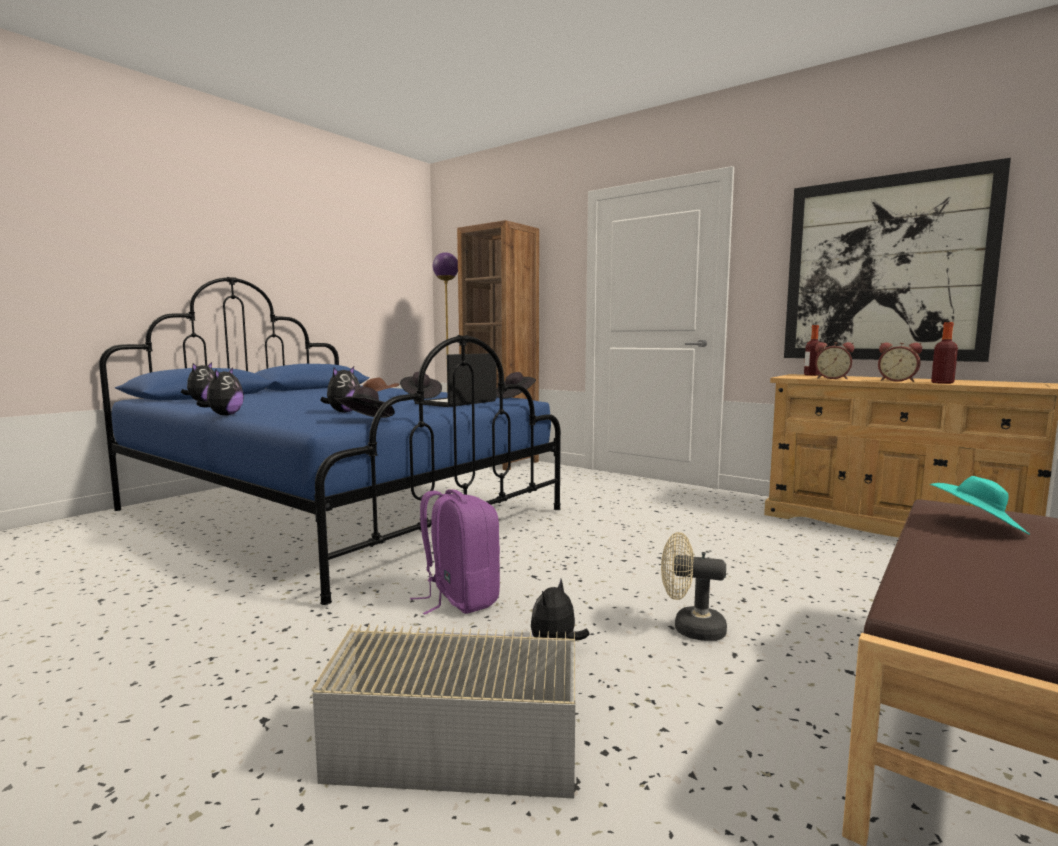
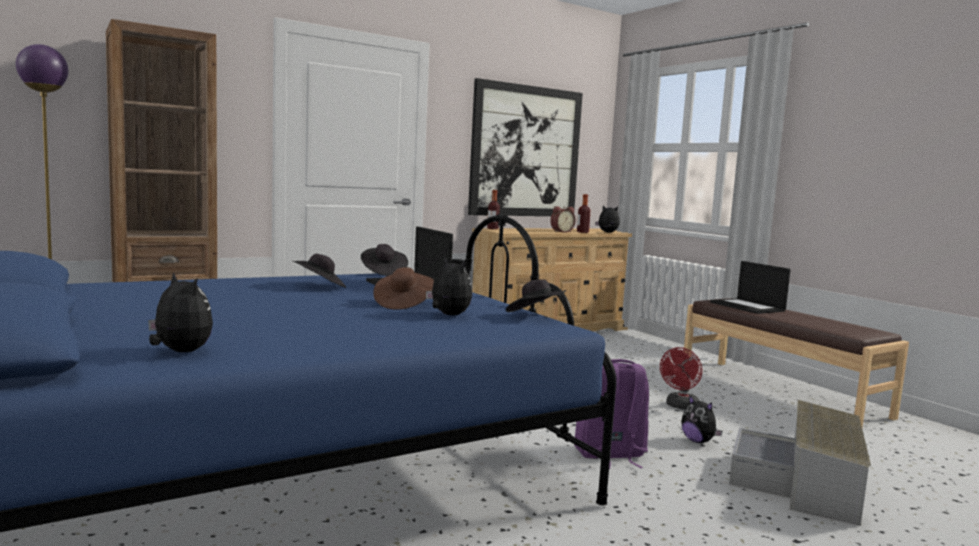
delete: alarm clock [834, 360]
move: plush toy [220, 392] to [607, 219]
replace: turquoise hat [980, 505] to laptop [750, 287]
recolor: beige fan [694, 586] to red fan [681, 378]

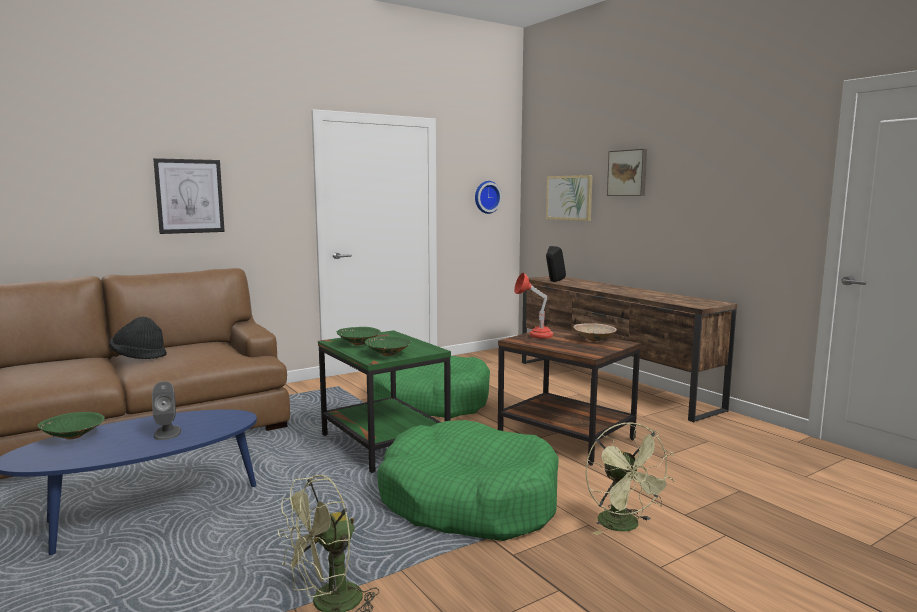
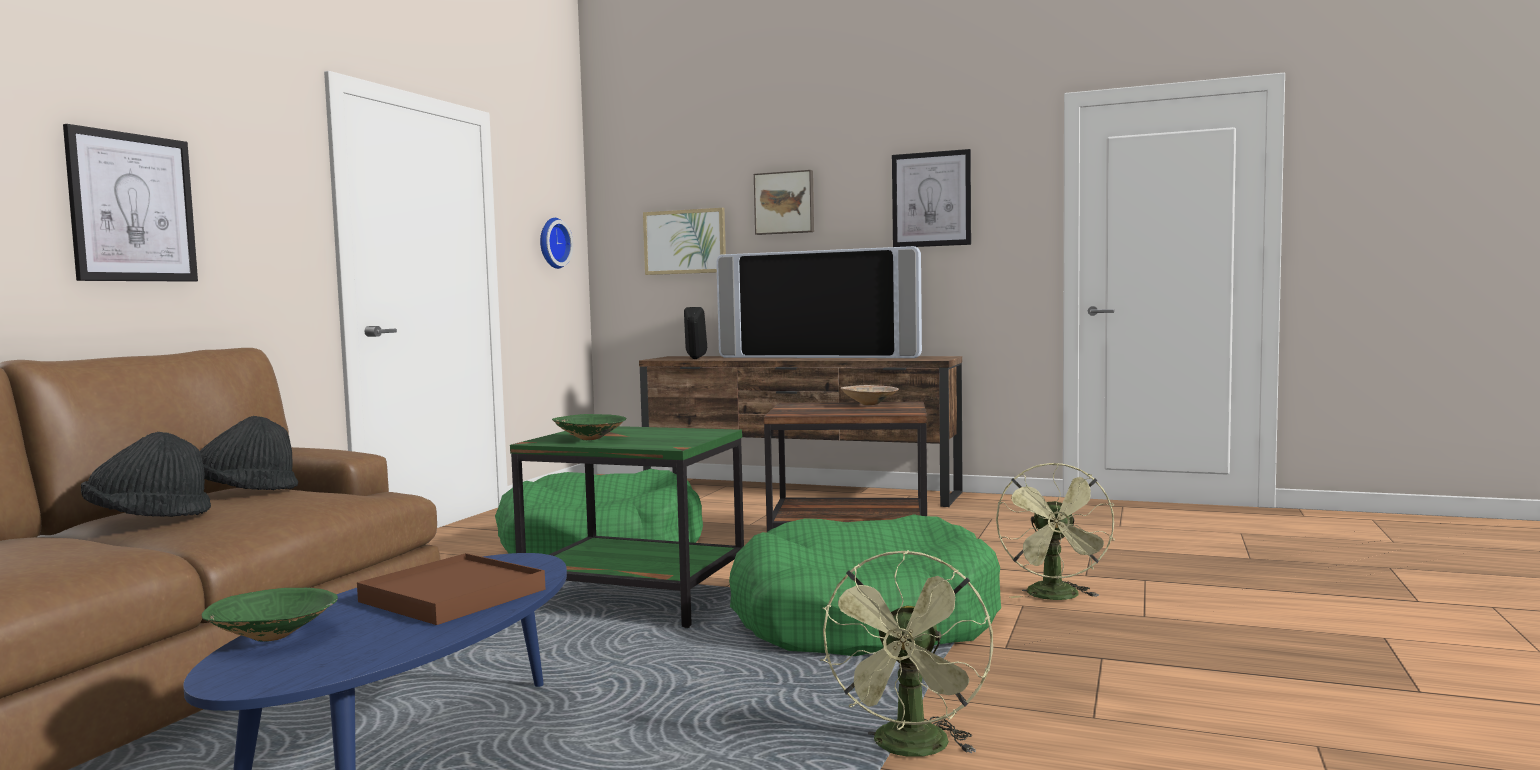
delete: green bowl [388, 346]; red table lamp [533, 306]
insert: black hat [249, 453]; television [819, 302]; picture [931, 198]
replace: grey speaker [166, 410] to brown tray [451, 589]
rotate: green fan [630, 478] = [1055, 531] 60 degrees clockwise

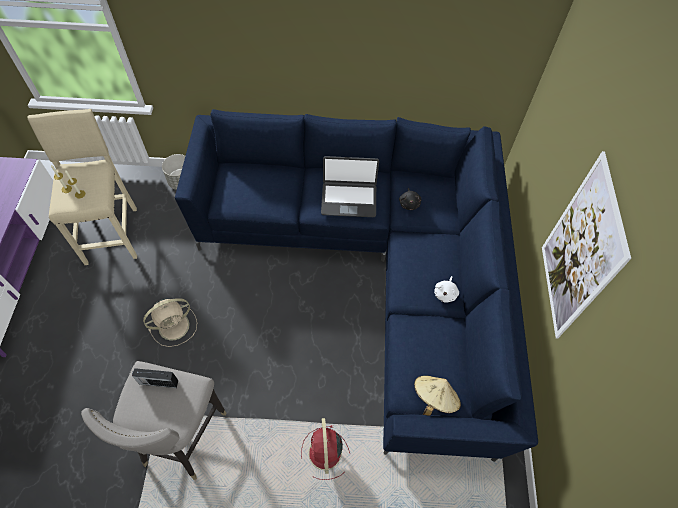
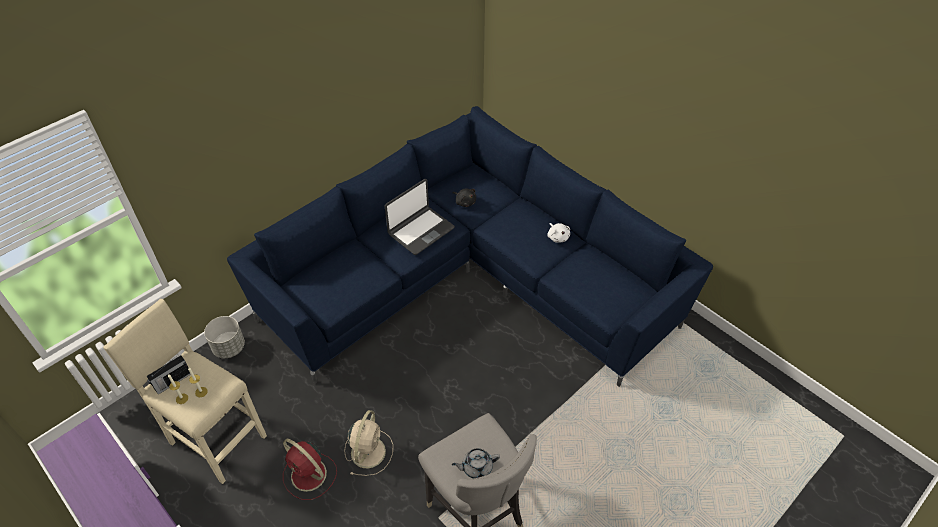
delete: beige hat [437, 395]; picture [586, 245]
insert: grey teapot [476, 463]
move: radio [155, 378] to [169, 375]; red fan [325, 449] to [310, 469]

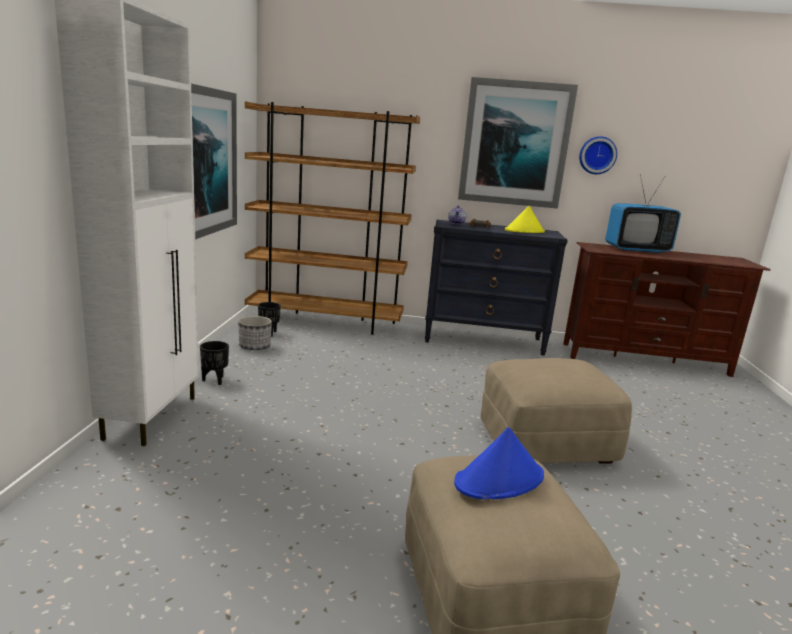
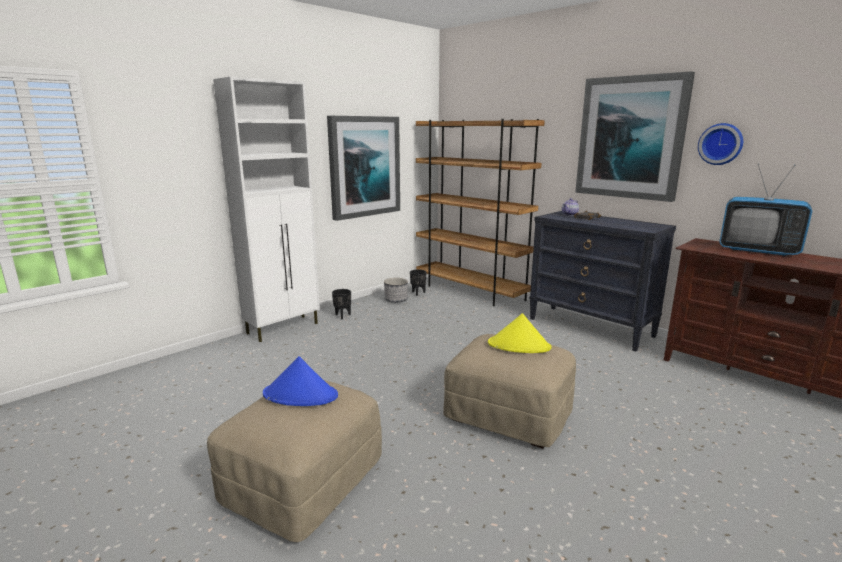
move: yellow hat [525, 219] to [519, 333]

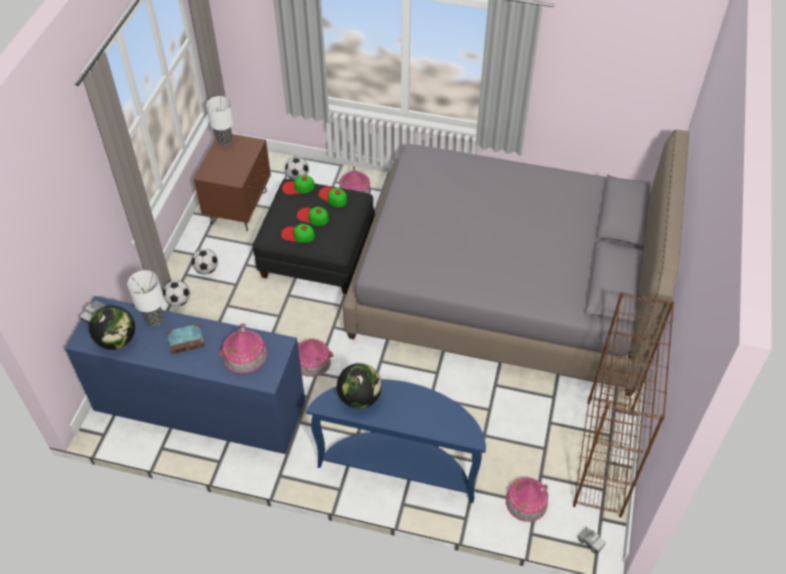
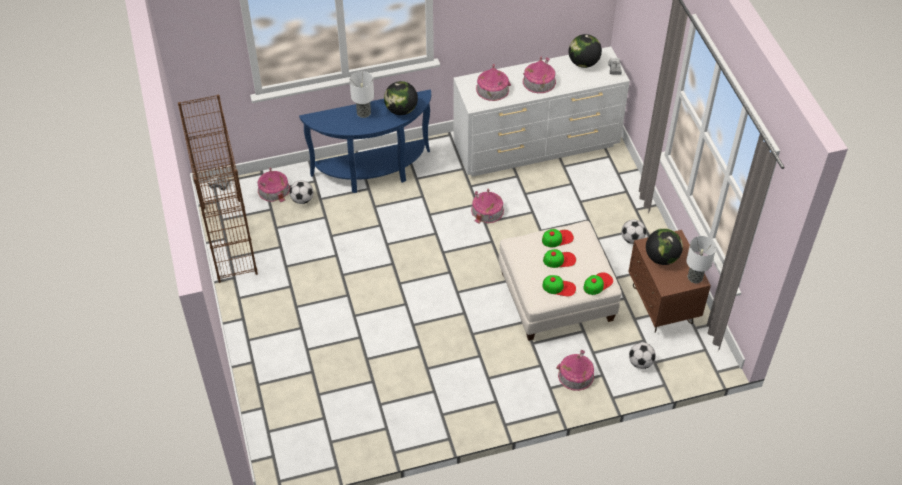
delete: grey bed [516, 263]
insert: globe [664, 247]
move: football [176, 293] to [301, 192]; table lamp [145, 298] to [361, 94]
replace: book [186, 338] to toy house [539, 75]
recolor: blue dresser [185, 375] to white dresser [541, 112]; black ottoman [314, 236] to white ottoman [560, 281]

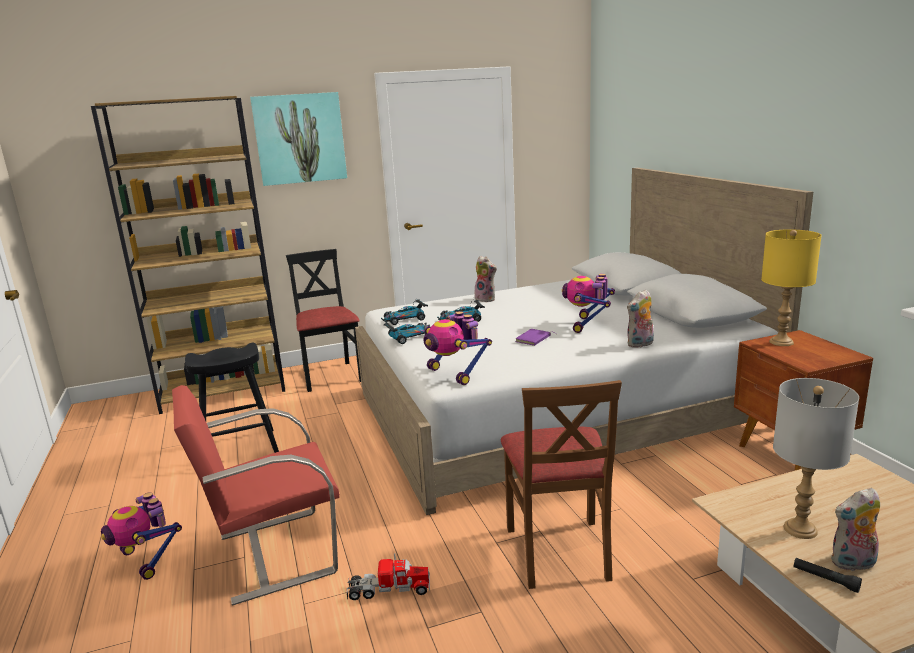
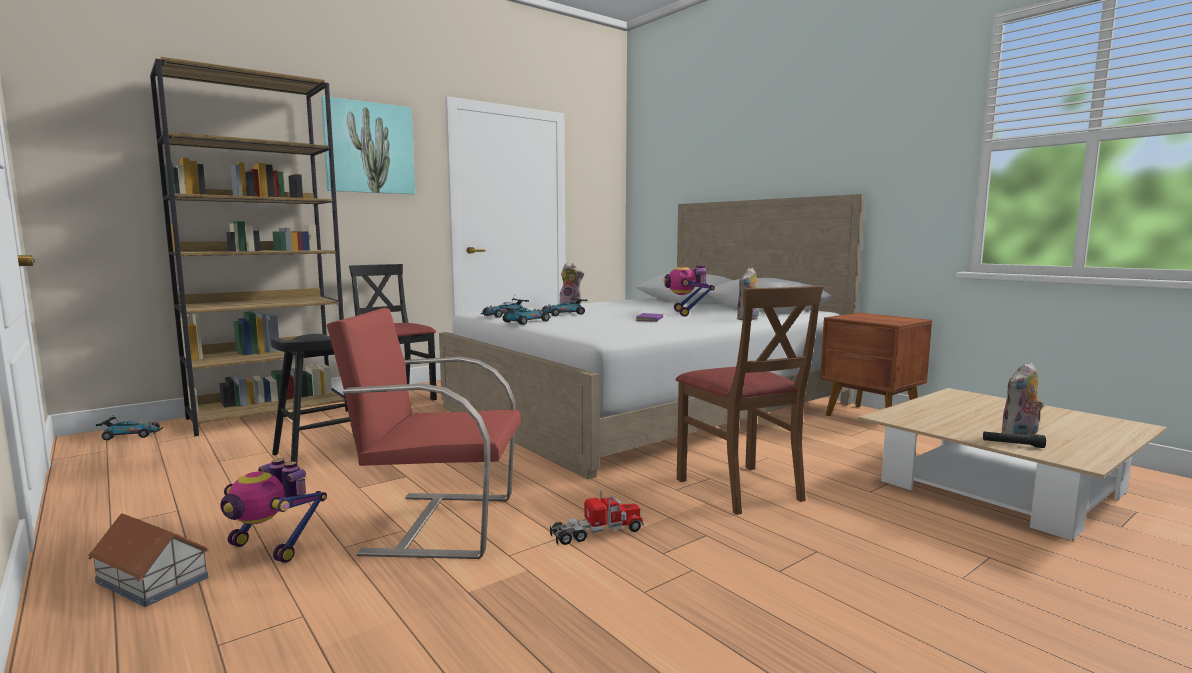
delete: toy robot [457, 348]; yellow table lamp [791, 287]; grey table lamp [816, 458]
insert: toy house [148, 560]; toy car [129, 428]
rotate: red chair [256, 495] = [424, 433] 45 degrees clockwise

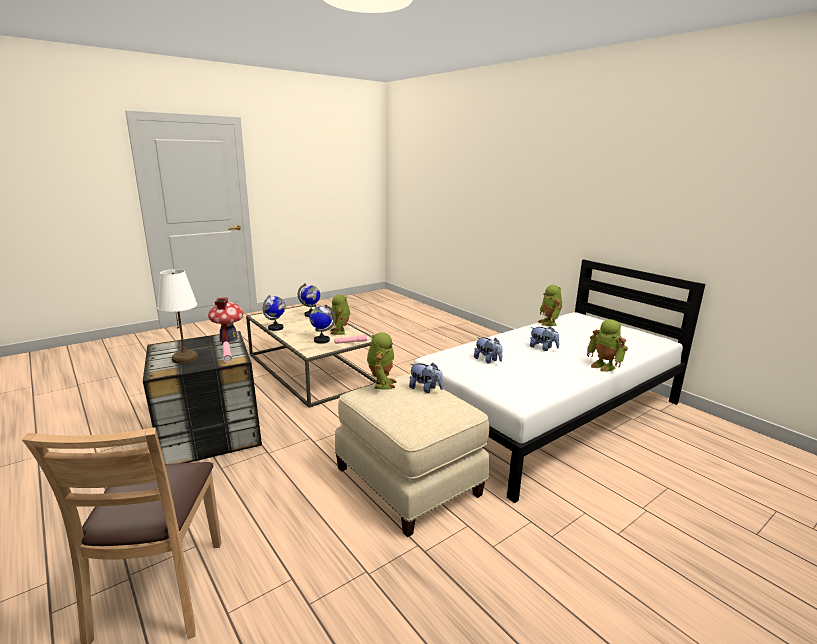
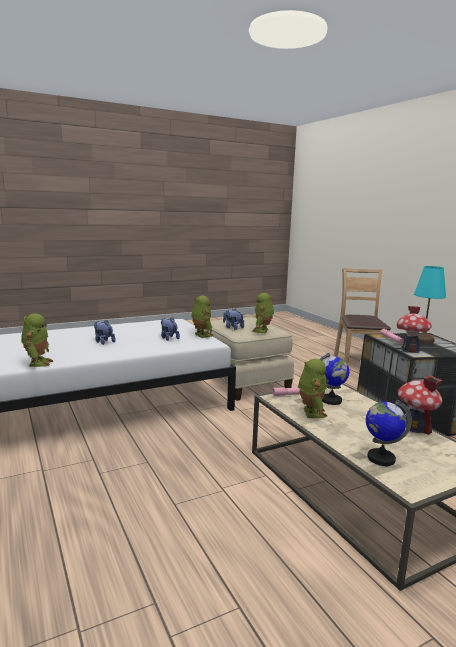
move: toy robot [607, 345] to [202, 317]
replace: globe [274, 313] to toy house [420, 405]
recolor: white table lamp [177, 316] to turquoise table lamp [430, 304]

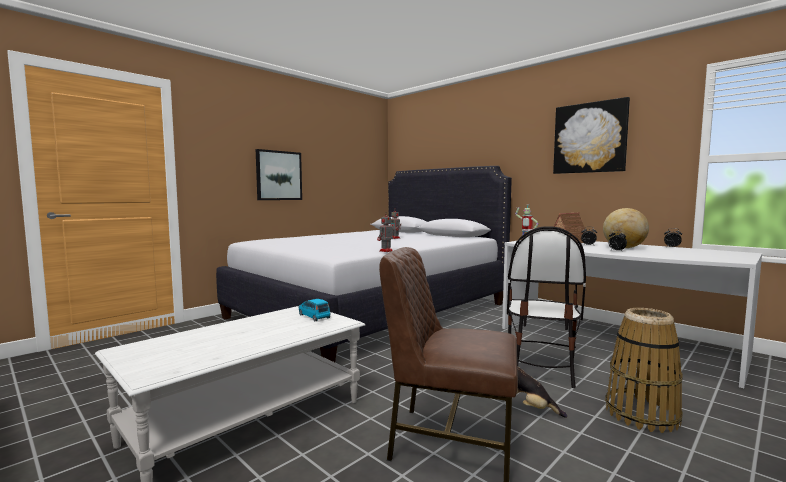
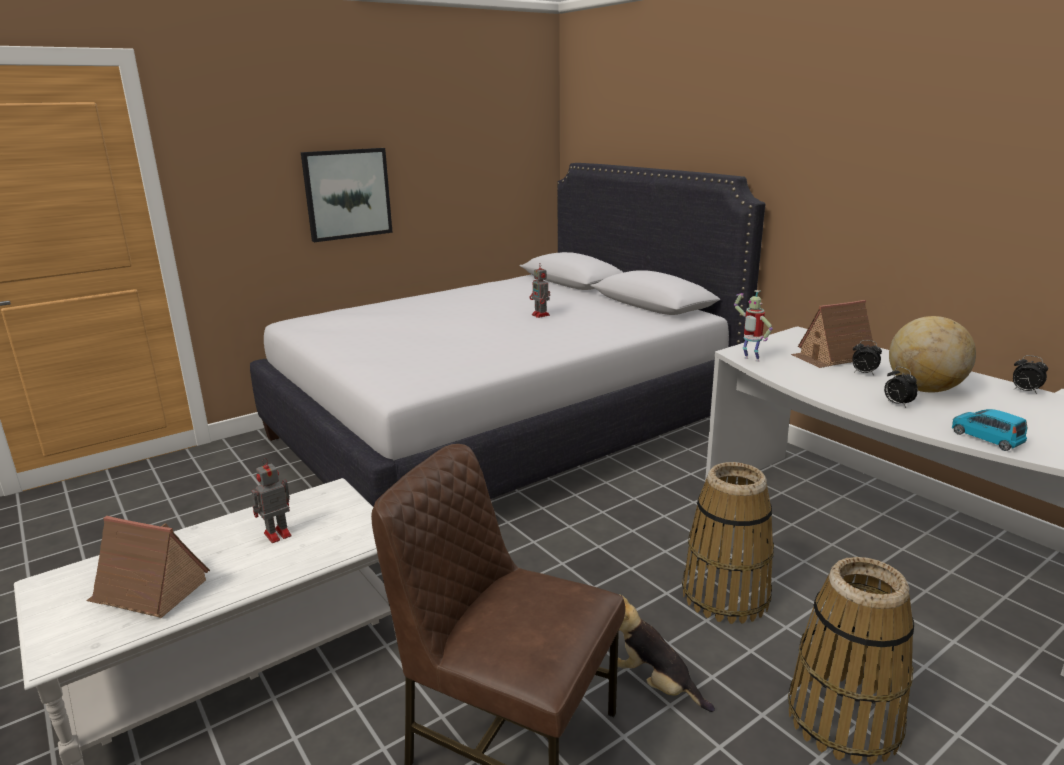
delete: picture [591, 135]
insert: toy house [148, 567]
move: toy robot [385, 232] to [271, 500]; blue toy car [314, 310] to [989, 430]
replace: chair [546, 307] to basket [728, 543]

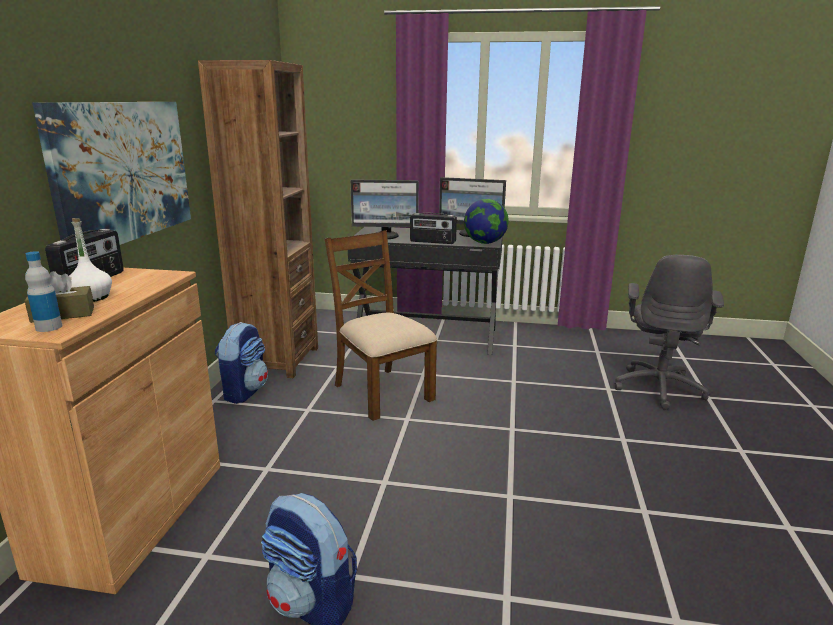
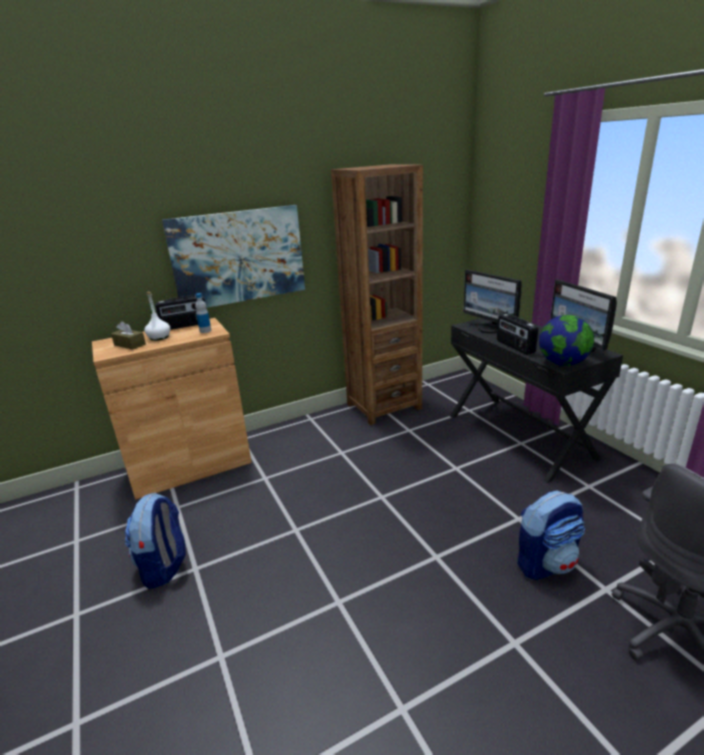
delete: brown chair [381, 325]
move: bottle [44, 291] to [203, 313]; backpack [241, 363] to [551, 535]

